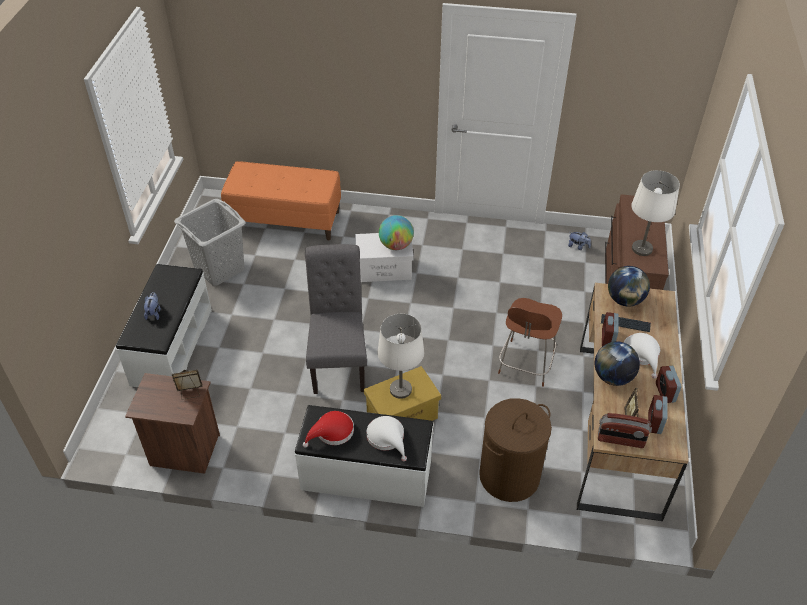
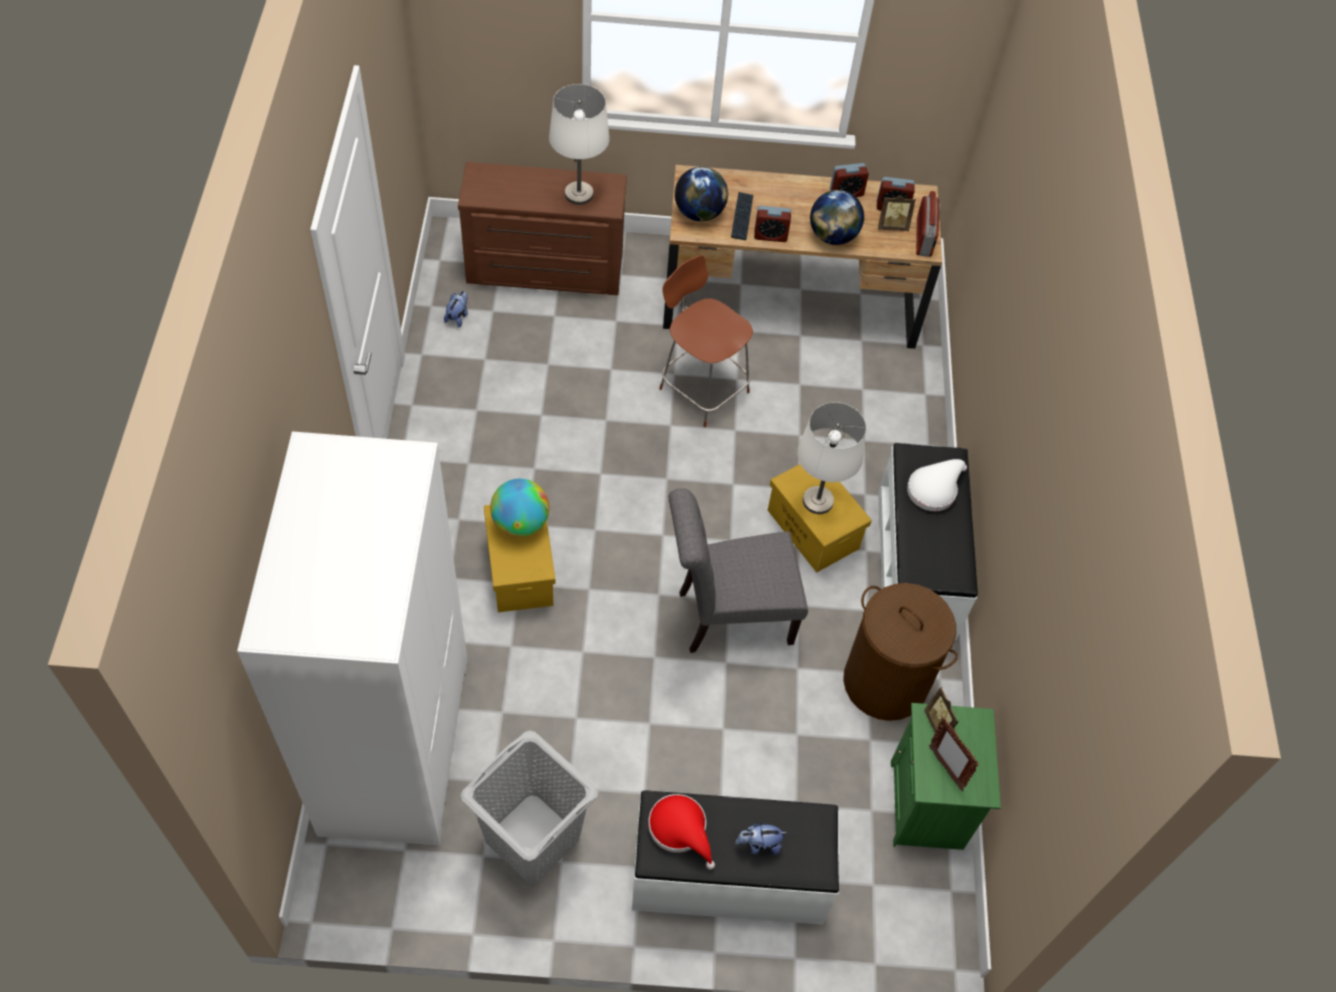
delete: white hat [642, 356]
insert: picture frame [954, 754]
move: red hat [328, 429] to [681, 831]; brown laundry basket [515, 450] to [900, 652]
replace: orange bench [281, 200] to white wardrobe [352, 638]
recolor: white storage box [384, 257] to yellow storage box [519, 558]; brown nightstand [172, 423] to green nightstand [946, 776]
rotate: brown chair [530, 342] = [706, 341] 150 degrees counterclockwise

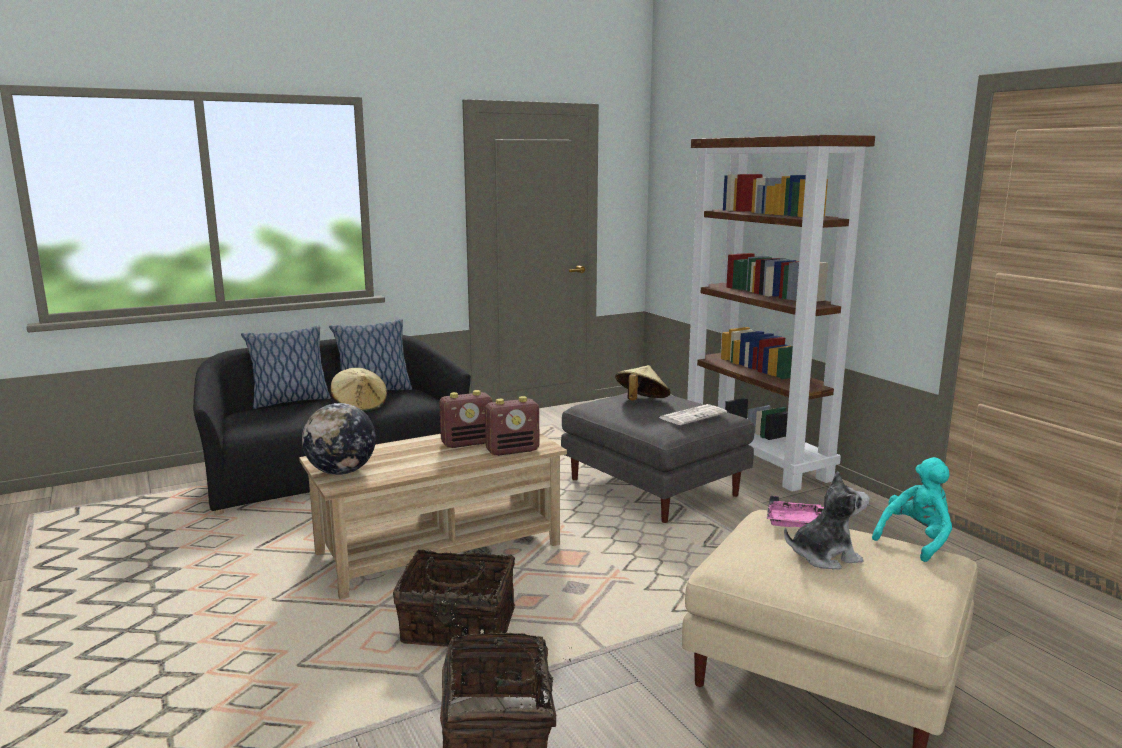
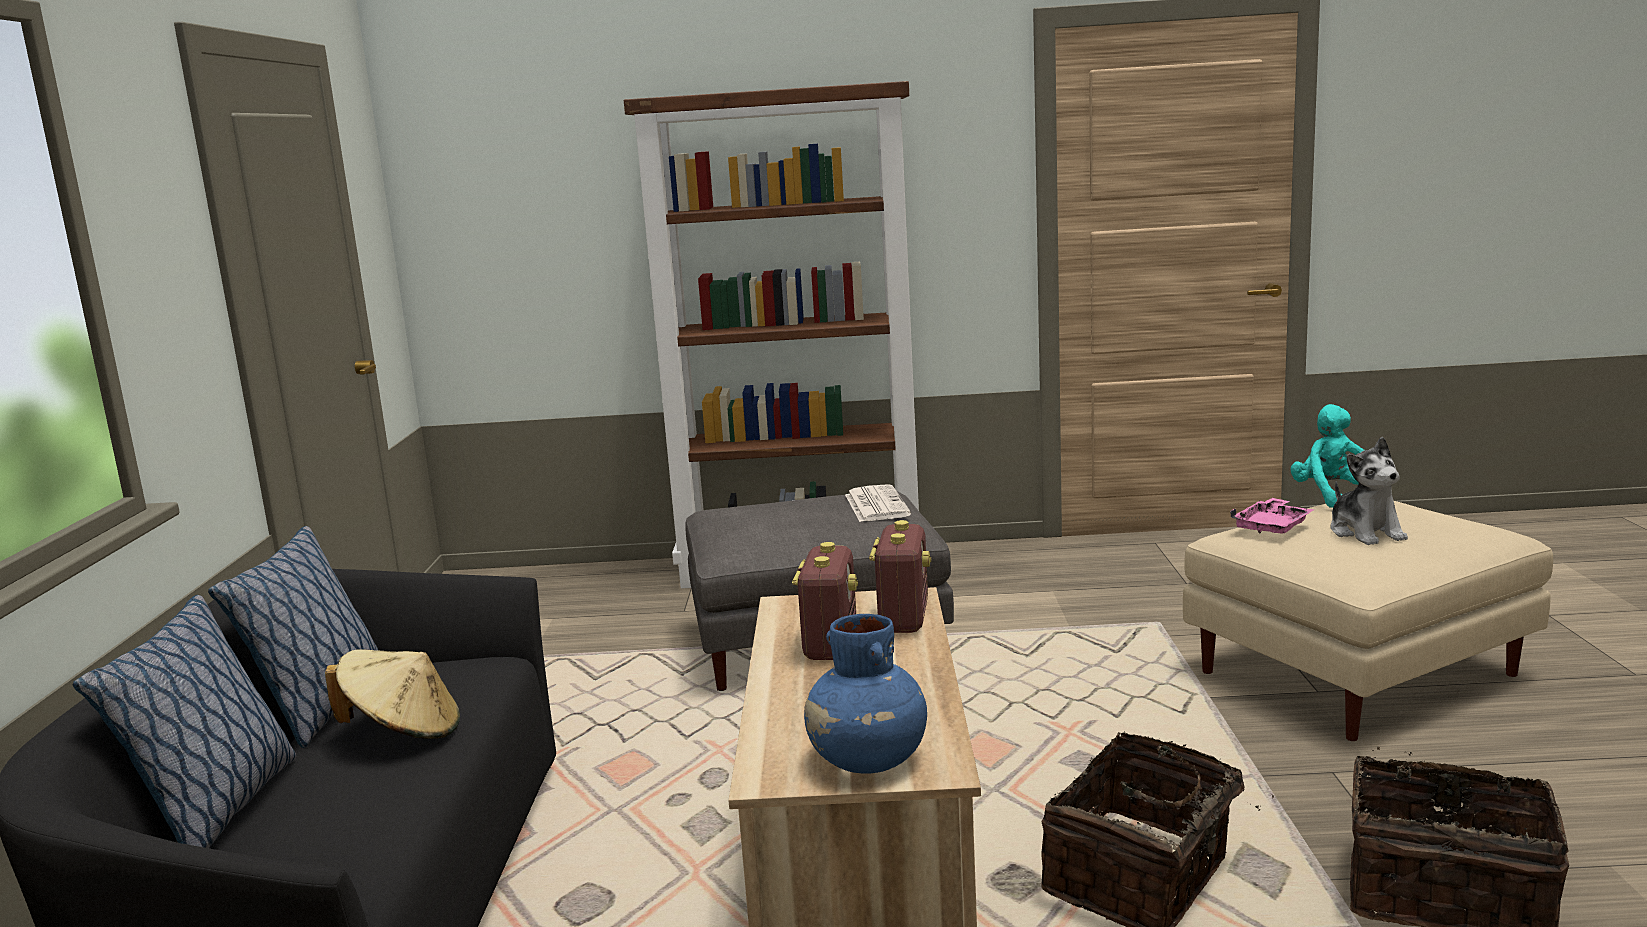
delete: beige hat [642, 382]
replace: globe [339, 439] to blue vase [865, 694]
rotate: plush toy [827, 520] = [1369, 491] 150 degrees clockwise

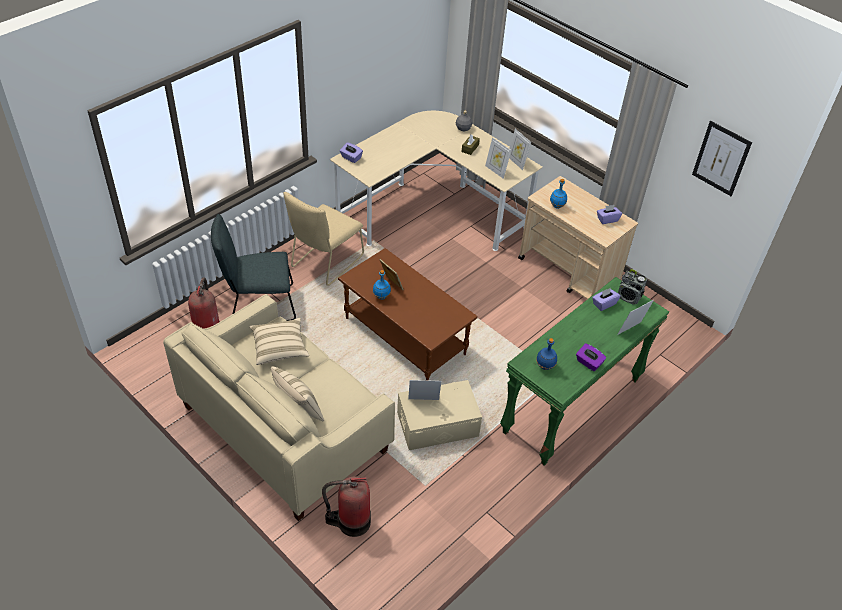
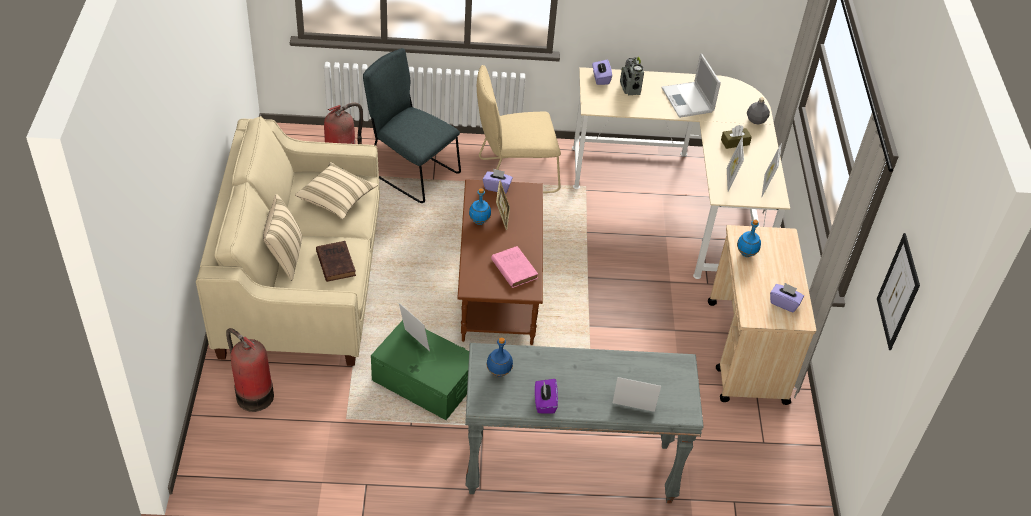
insert: brown book [336, 261]; pink book [514, 267]; laptop [691, 85]
move: purple tissue box [606, 299] to [498, 181]; radio [632, 287] to [632, 76]
recolor: beige storage box [439, 415] to green storage box [420, 370]; green console table [584, 371] to grey console table [584, 423]

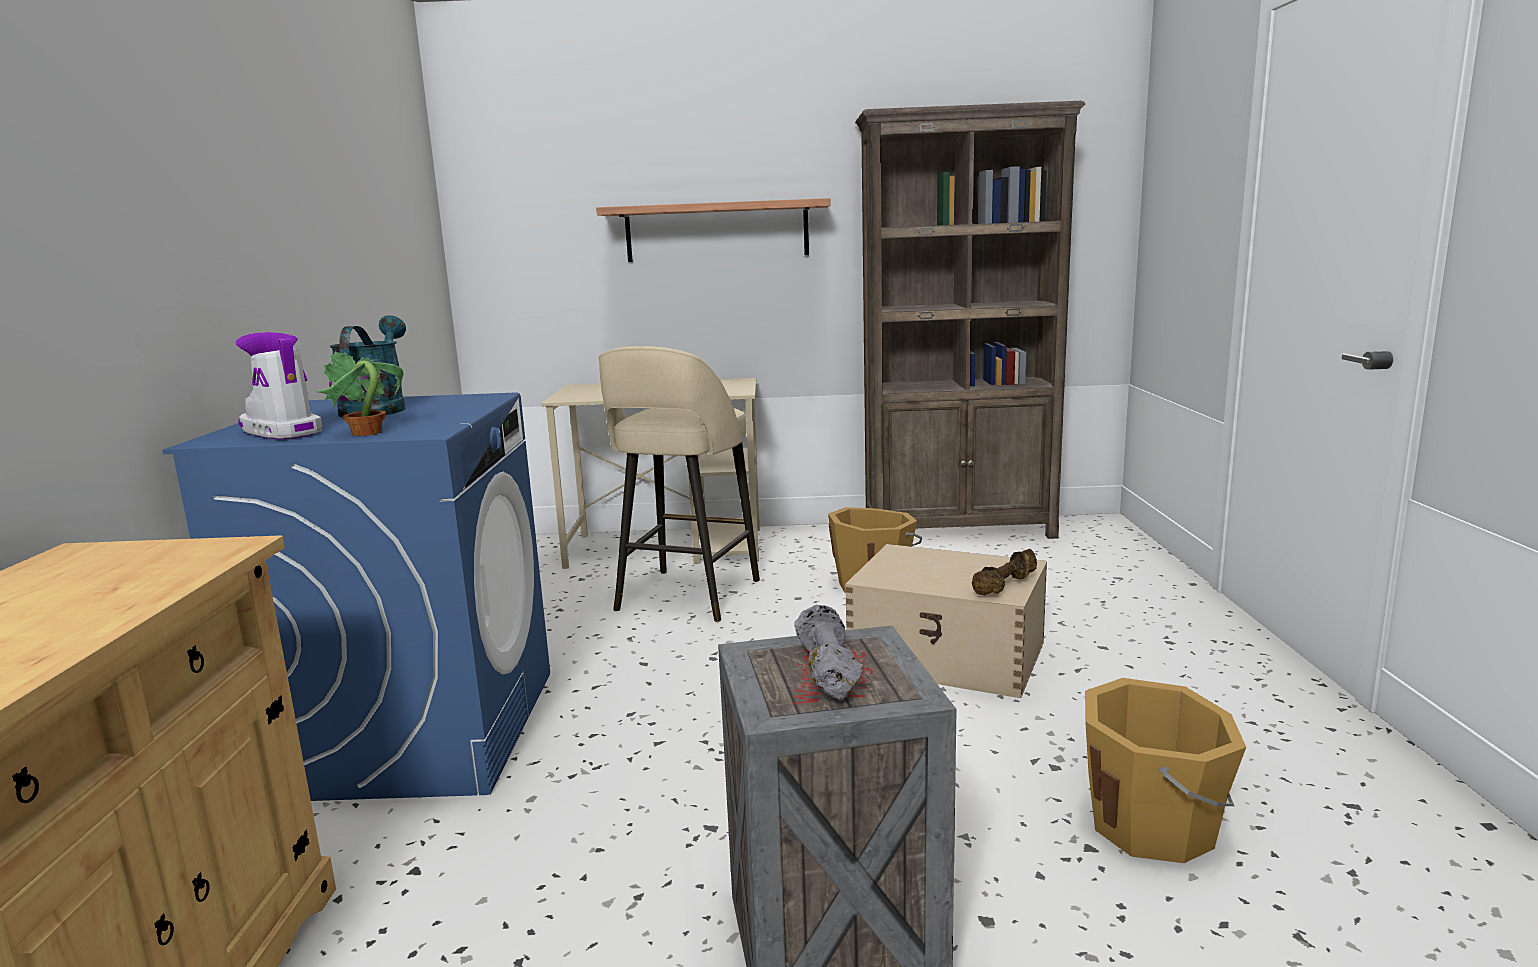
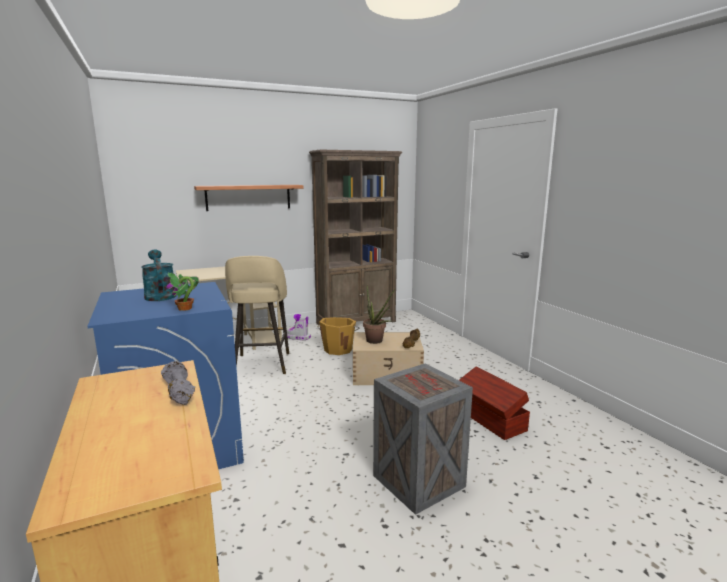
insert: potted plant [379, 315]
move: grey dumbbell [828, 653] to [178, 383]; boot [279, 386] to [299, 327]
replace: orange bucket [1165, 770] to brown storage box [494, 403]

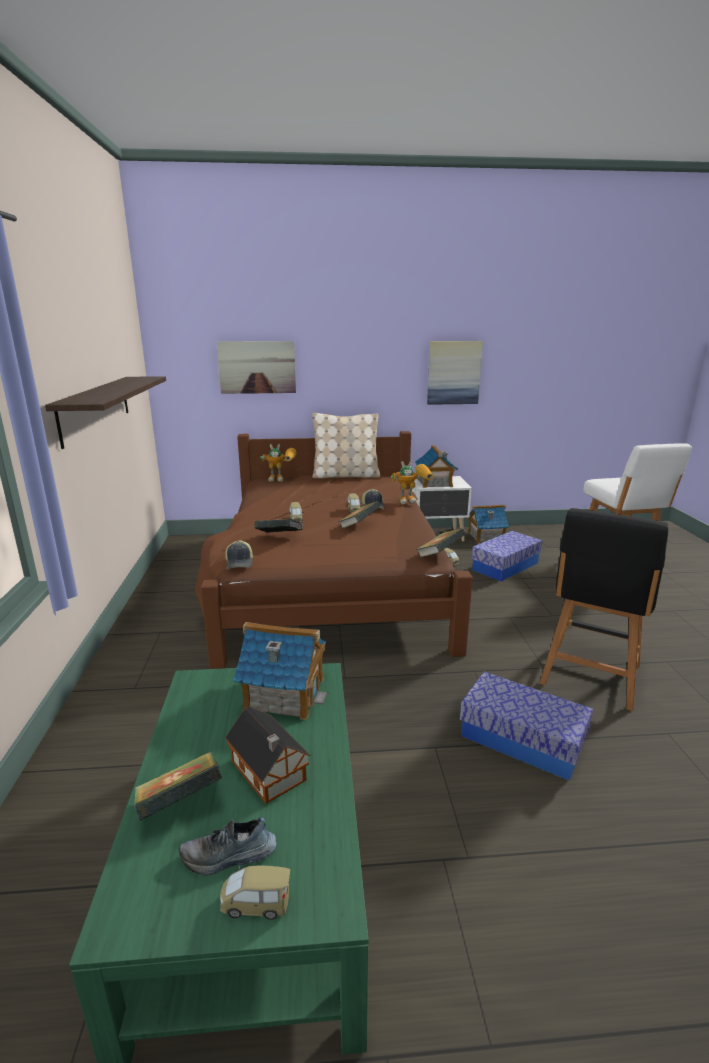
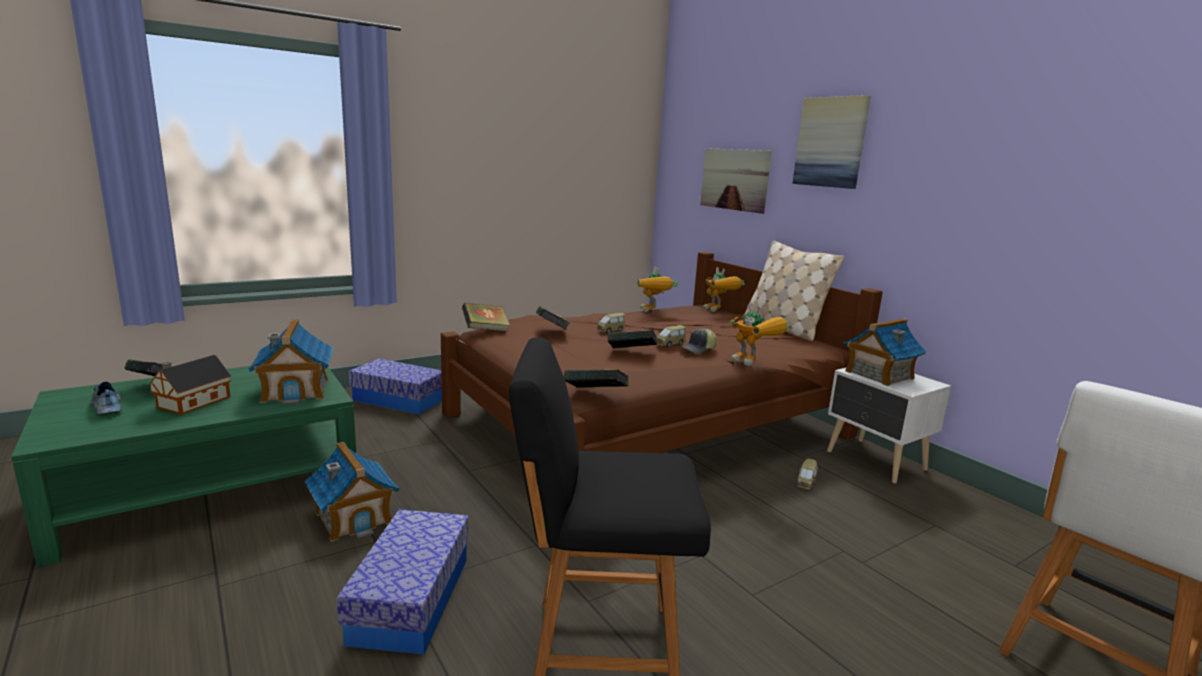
delete: shelf [105, 412]; toy car [255, 892]
insert: toy robot [658, 289]
move: toy house [488, 524] to [352, 492]; storage box [507, 556] to [395, 386]; picture [455, 373] to [831, 142]
replace: cap [239, 554] to book [486, 317]

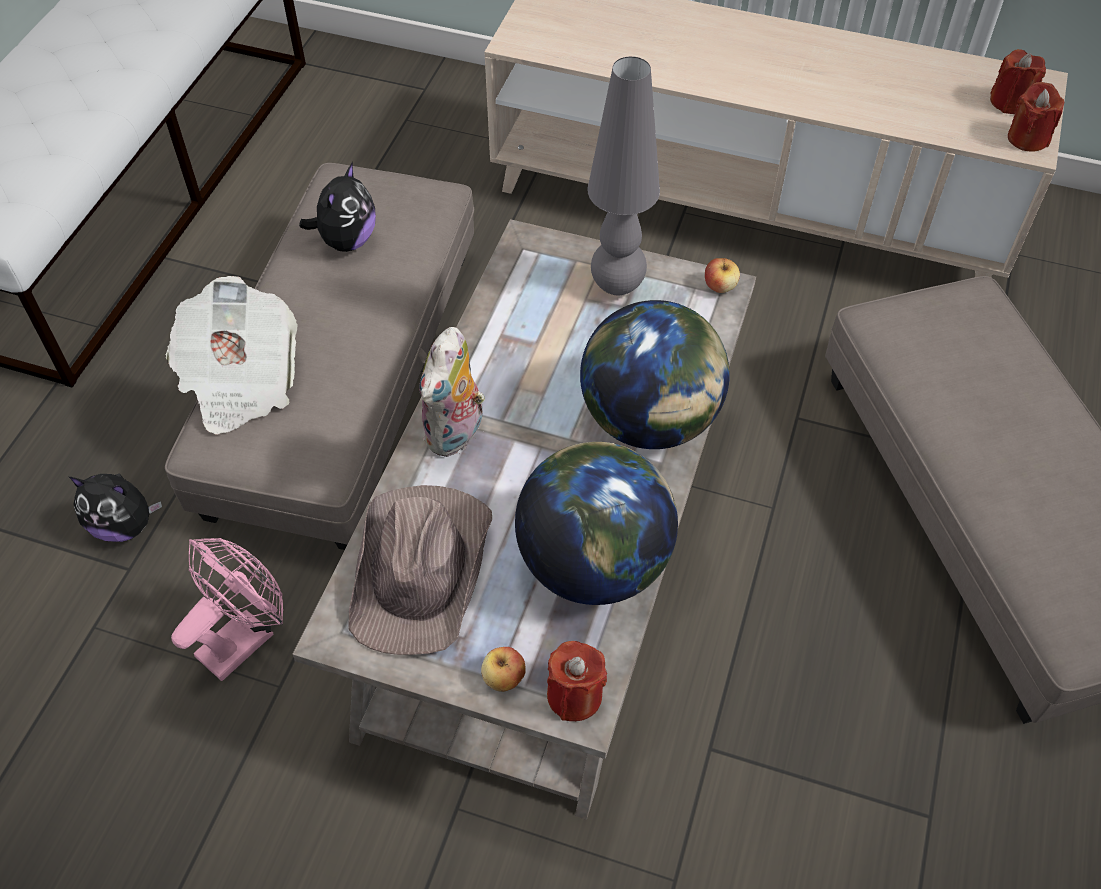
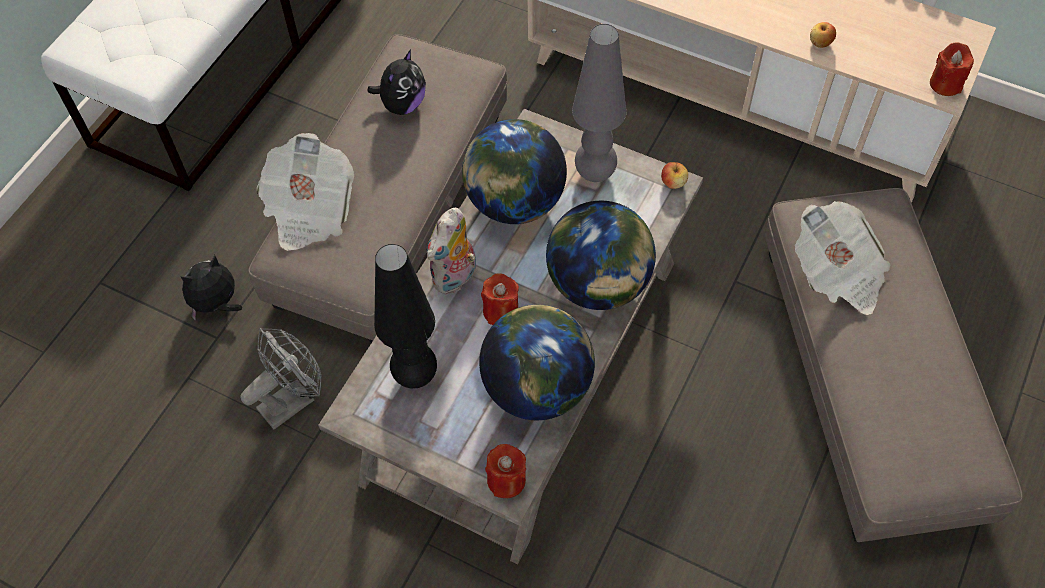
insert: globe [514, 171]; newspaper [843, 258]
move: red candle [1018, 81] to [500, 299]; apple [503, 669] to [823, 35]
replace: brown hat [420, 570] to black table lamp [405, 316]
recolor: pink fan [227, 609] to grey fan [281, 378]
rotate: plush toy [115, 507] = [211, 287] 120 degrees clockwise

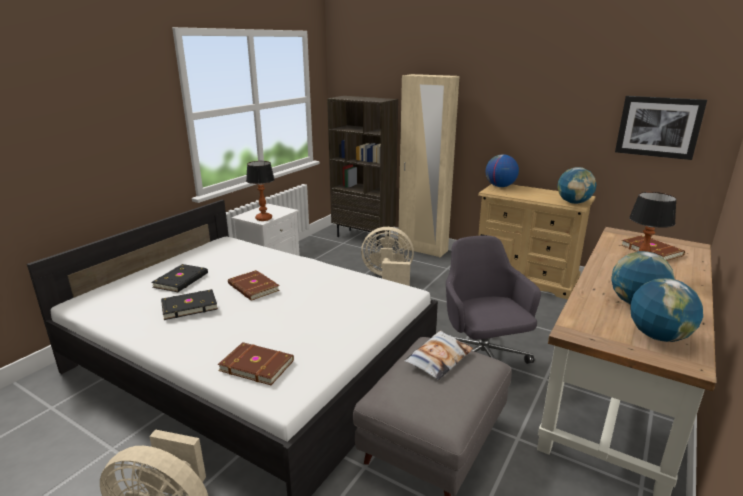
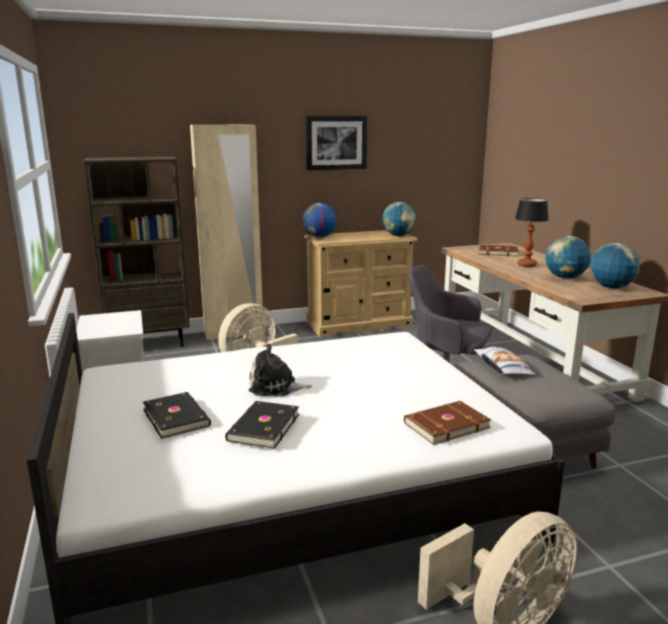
delete: table lamp [260, 191]
move: picture [661, 128] to [336, 143]
replace: brown book [254, 285] to plush toy [280, 370]

